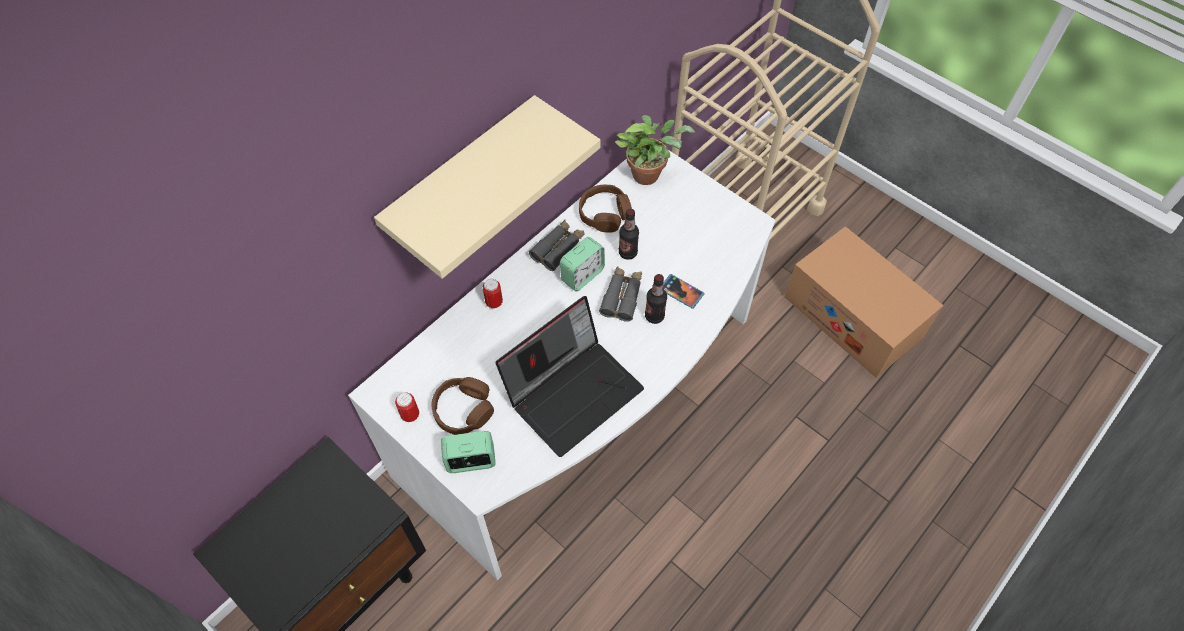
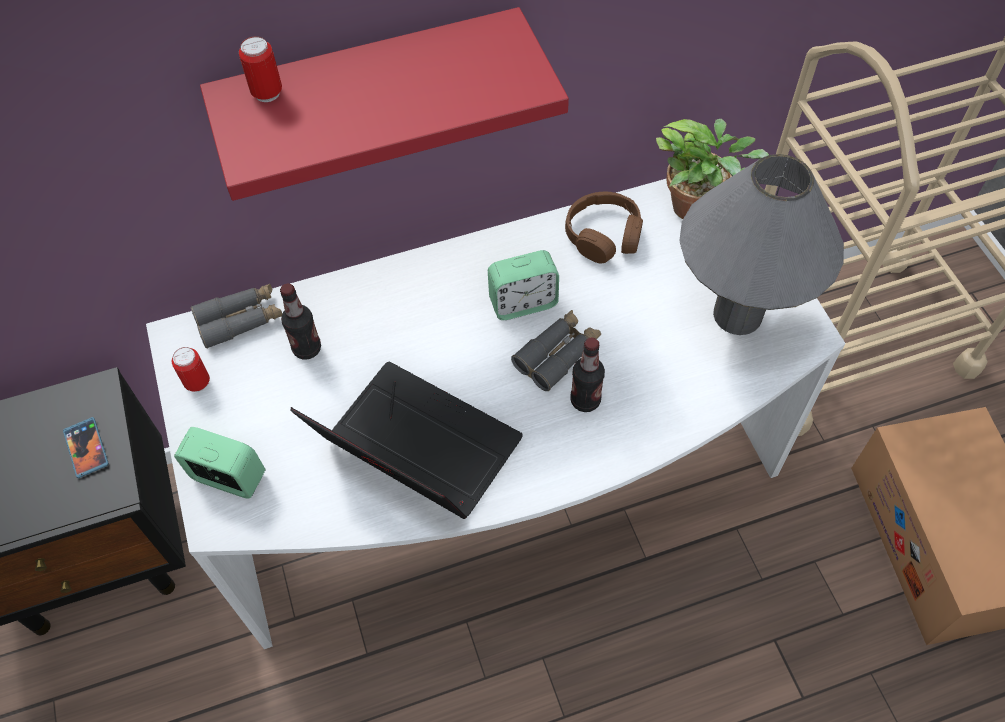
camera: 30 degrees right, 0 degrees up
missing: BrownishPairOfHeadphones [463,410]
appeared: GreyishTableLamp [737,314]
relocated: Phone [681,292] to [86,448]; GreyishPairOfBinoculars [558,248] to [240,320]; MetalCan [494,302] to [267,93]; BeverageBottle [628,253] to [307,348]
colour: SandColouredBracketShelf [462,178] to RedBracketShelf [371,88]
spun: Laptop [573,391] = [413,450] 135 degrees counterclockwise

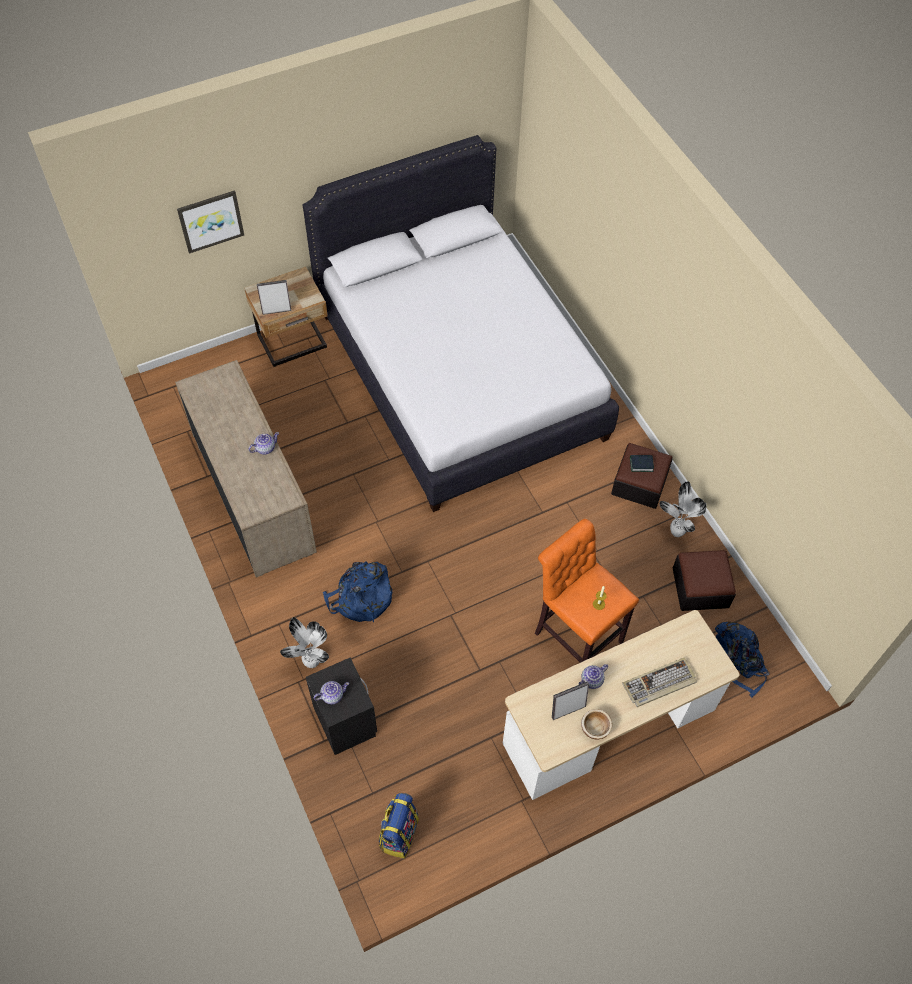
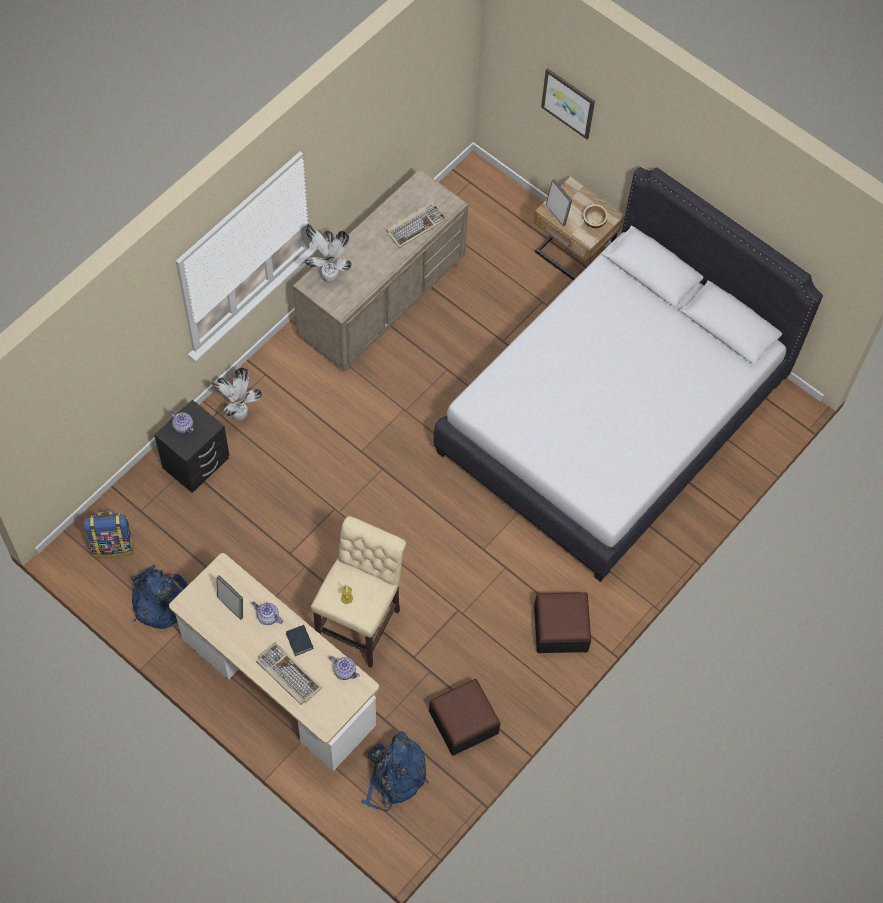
camera: 65 degrees right, 5 degrees up
appeared: Keyboard [416,225]
relocated: BlueKnapsack [360,599] to [159,601]; Book [641,464] to [299,641]; PottedPlant [676,533] to [329,277]; TeaPot [265,448] to [344,671]; ServingBowl [595,728] to [594,221]
colour: OrangeStoolSeat [575,634] to SandColouredStoolSeat [361,622]

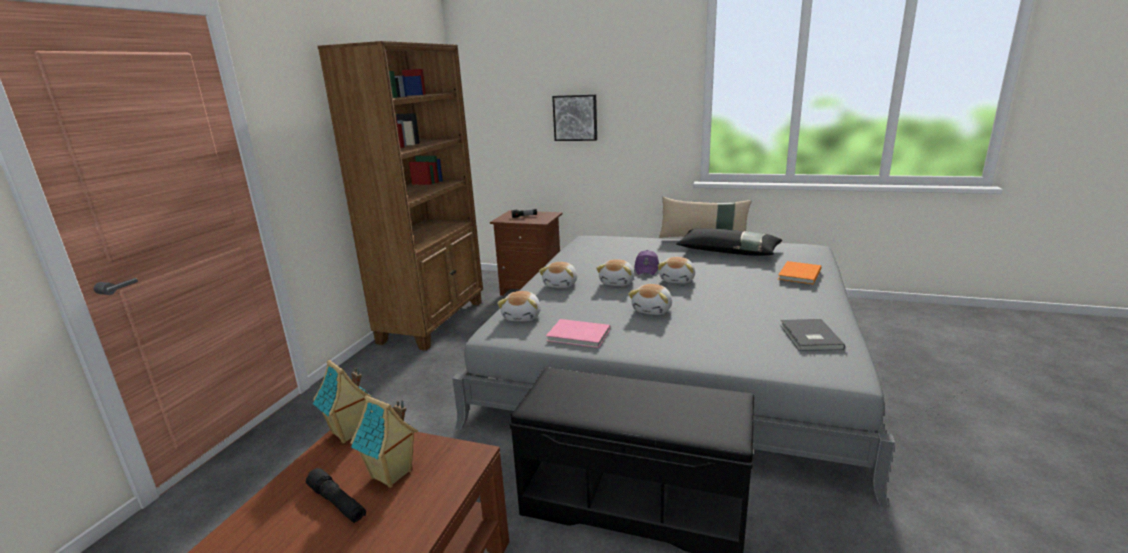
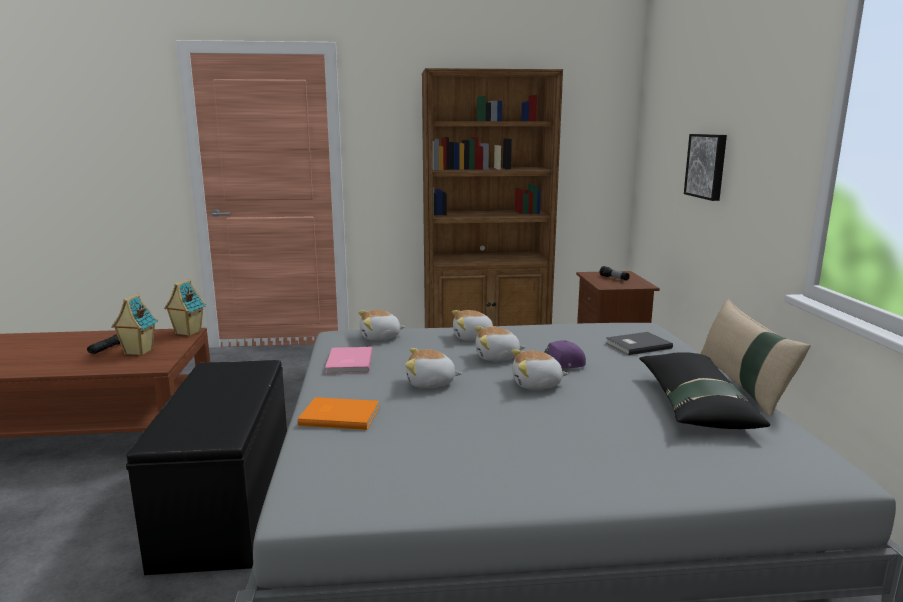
camera: 65 degrees right, 5 degrees down
relocated: OrangeBook [798,274] to [339,415]; GreyishBook [809,337] to [636,345]

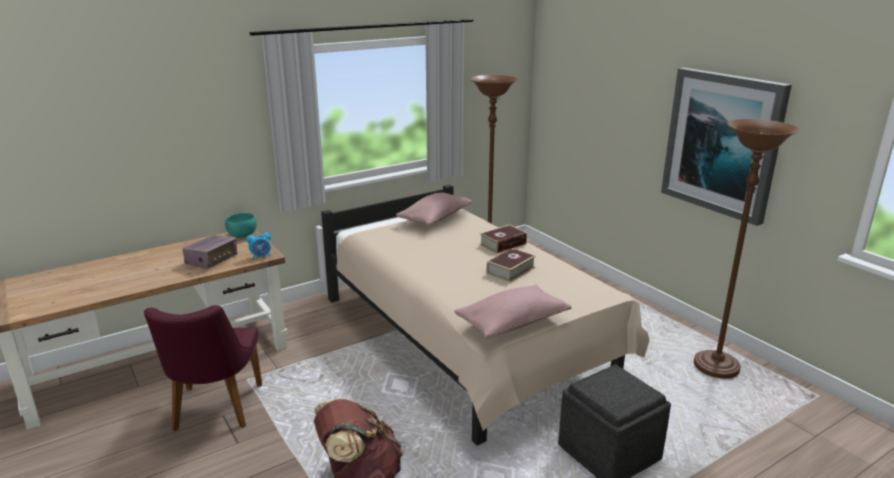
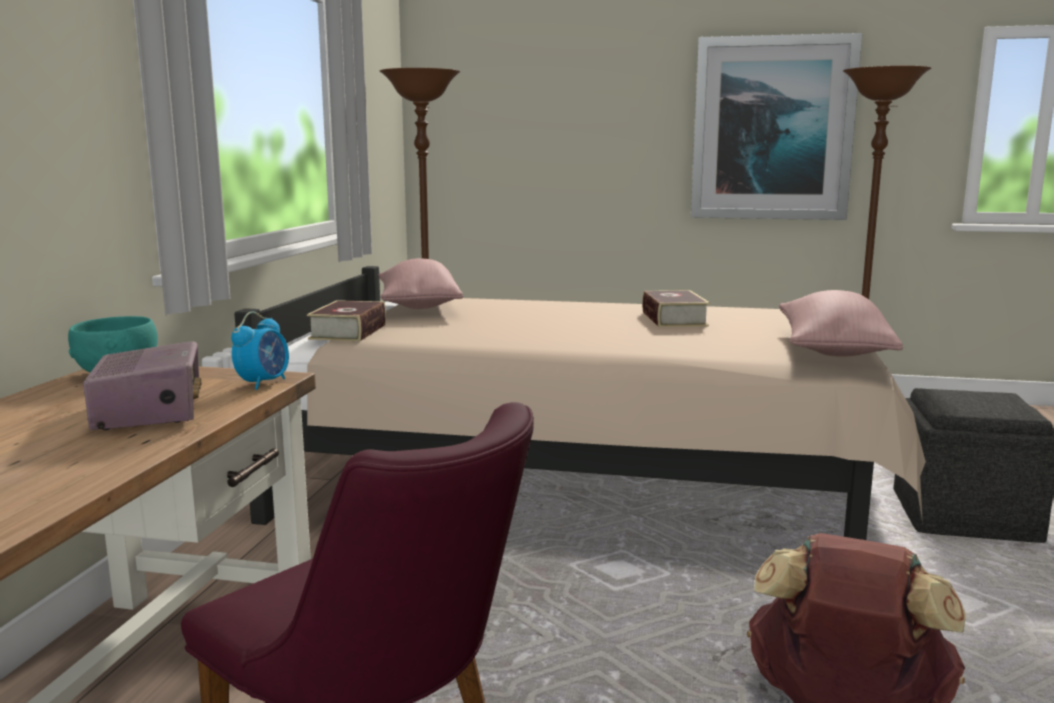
camera: 45 degrees left, 10 degrees down
relocated: Book [503,244] to [348,332]

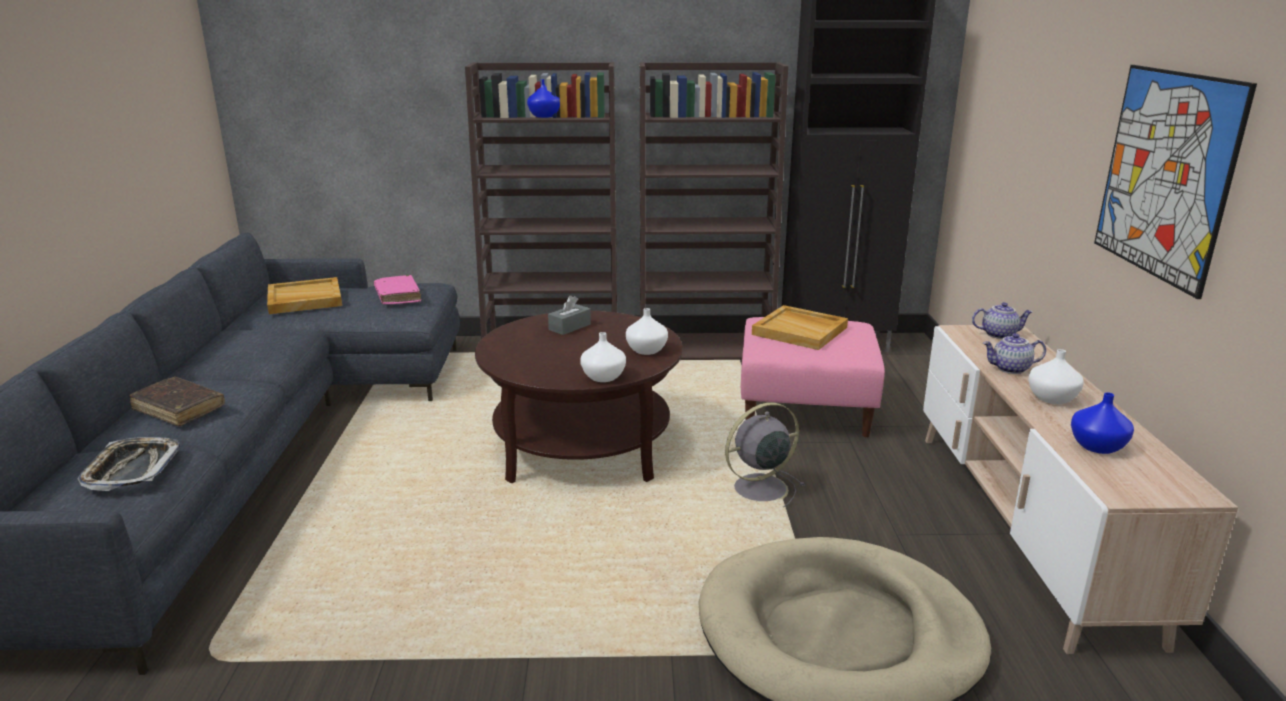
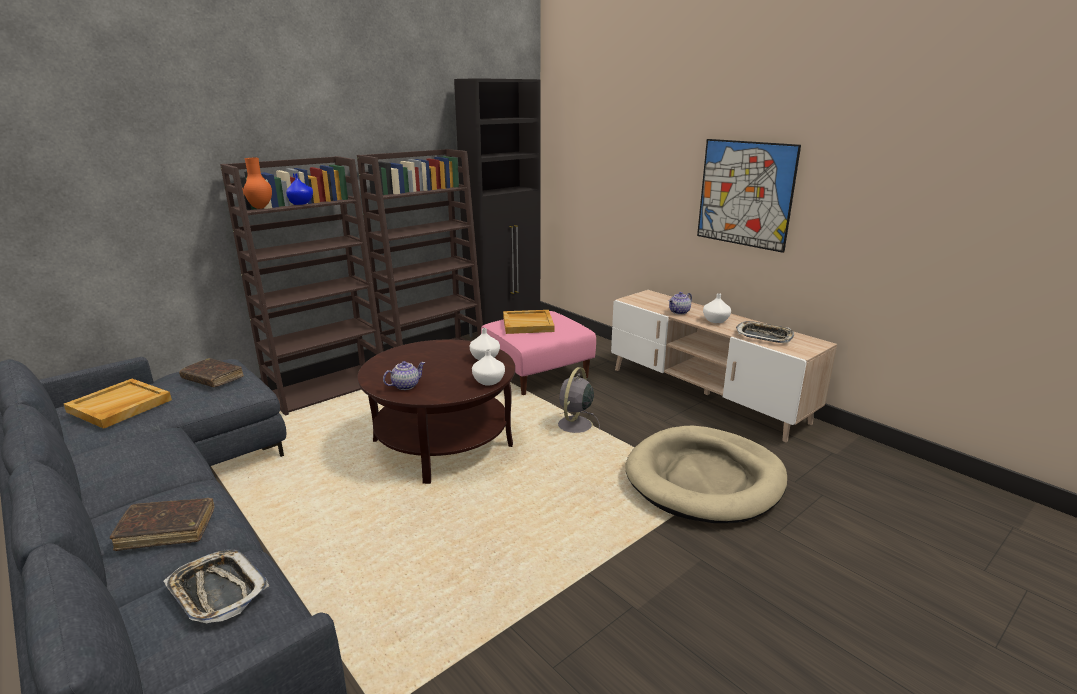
camera: 40 degrees left, 0 degrees up
missing: GreyishBoxOfTissues [569,327]
appeared: OrangeFlowerVase [259,208]
relocated: TeaPot [999,334] to [405,385]
exchanged: BlueFlowerVase [1098,446] to CarryingTray [764,336]
colour: PinkBook [398,296] to BrownishBook [212,378]

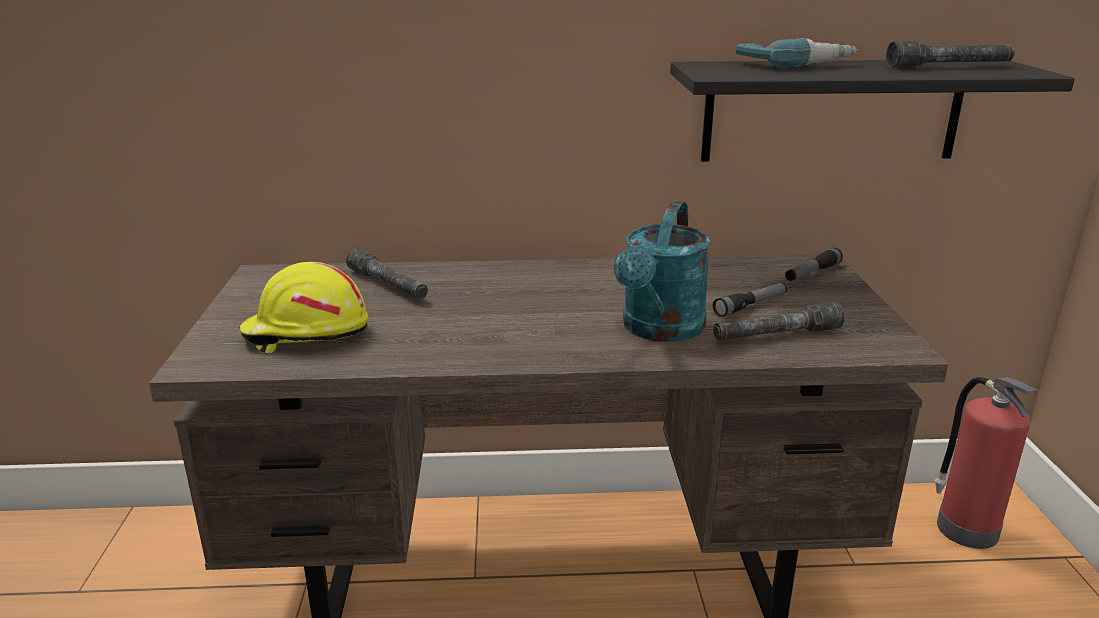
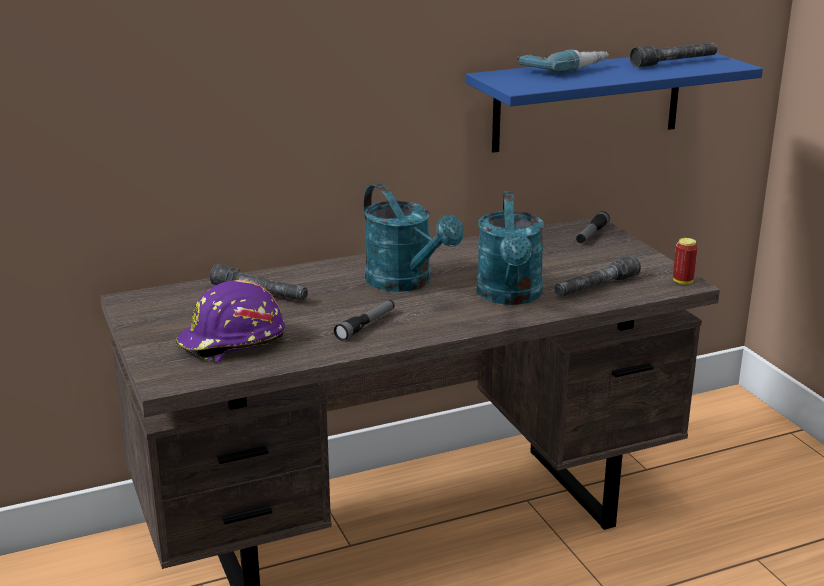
camera: 20 degrees left, 0 degrees up
missing: FireExtinguisher [965,527]
appeared: TurquoiseColouredWateringCan [406,282]; MetalCan [682,282]
relocated: HandTorch [751,306] to [366,325]
colour: YellowWorkHelmet [305,333] to PurpleWorkHelmet [231,343]; BlackishBracketShelf [832,111] to BlueBracketShelf [588,100]

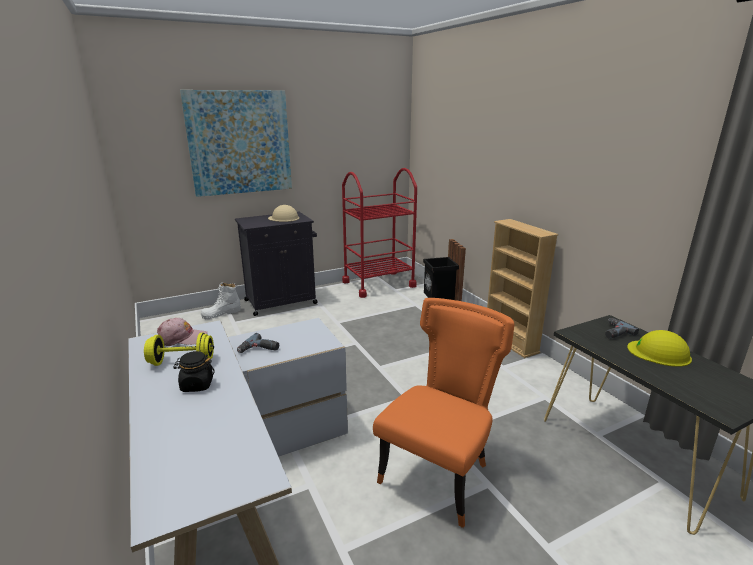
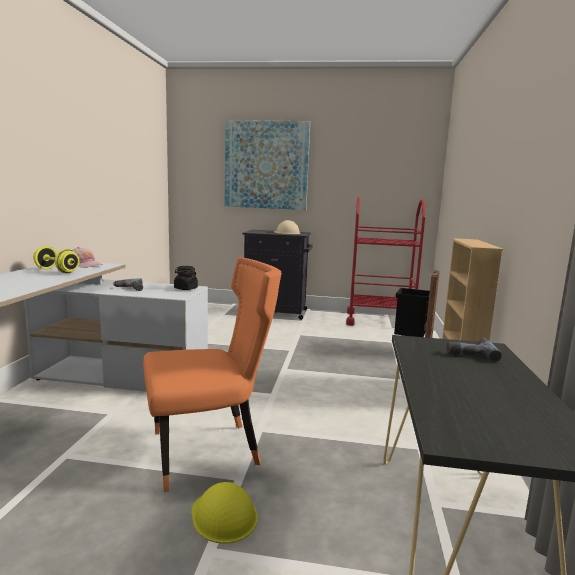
camera: 35 degrees right, 10 degrees down
missing: WhiteHighTopBoot [221,313]
relocated: BlackishPreserveJar [197,385] to [185,288]; YellowWorkHelmet [659,353] to [224,515]

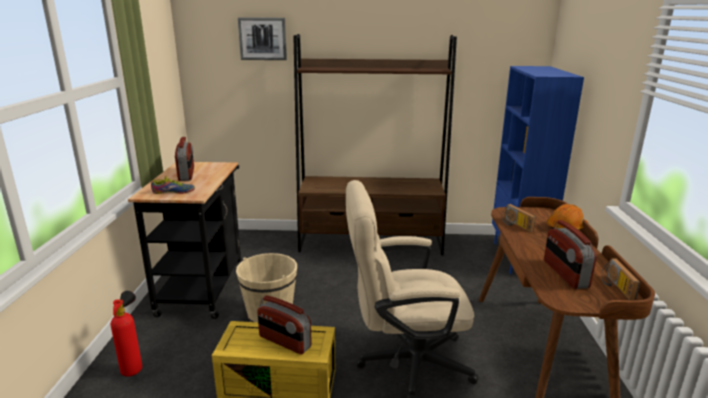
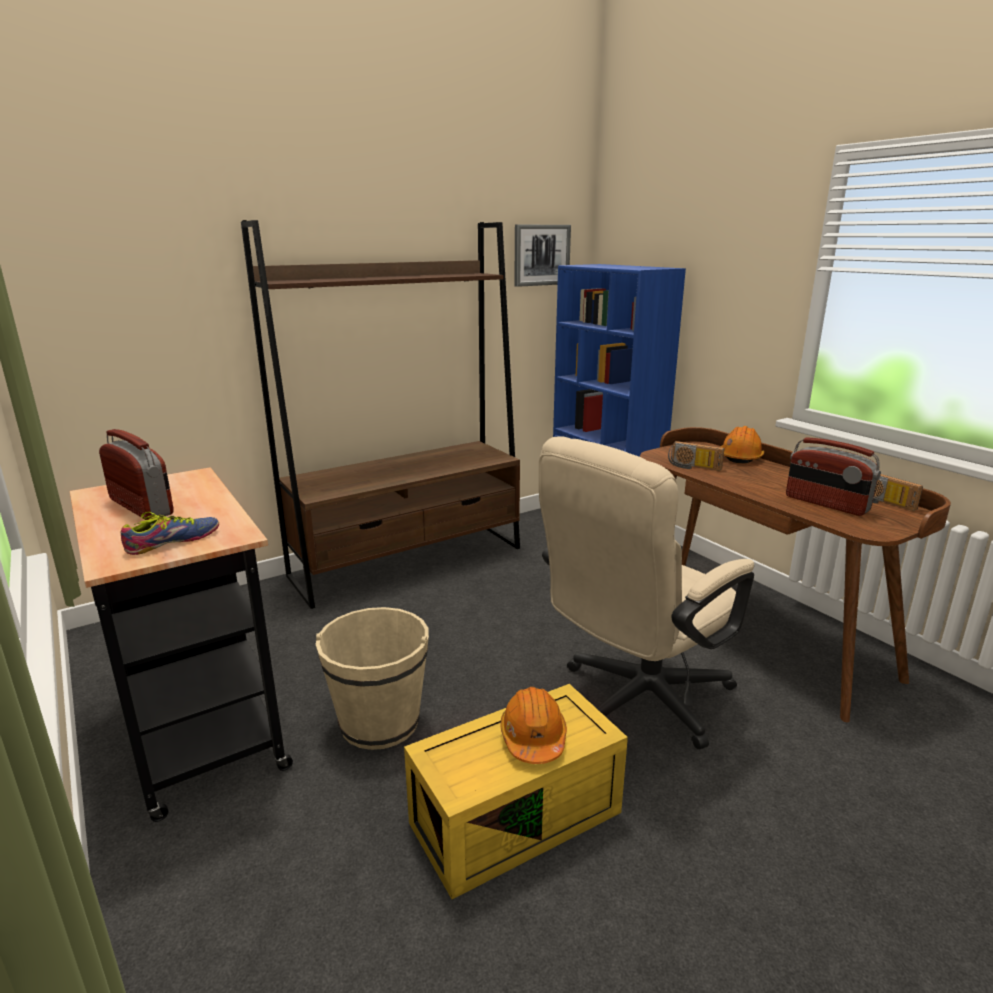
camera: 35 degrees left, 0 degrees up
missing: FireExtinguisher [134,368]
relocated: Picture [262,38] to [541,255]
exchanged: RadioSet [284,342] to OrangeWorkHelmet [533,737]

